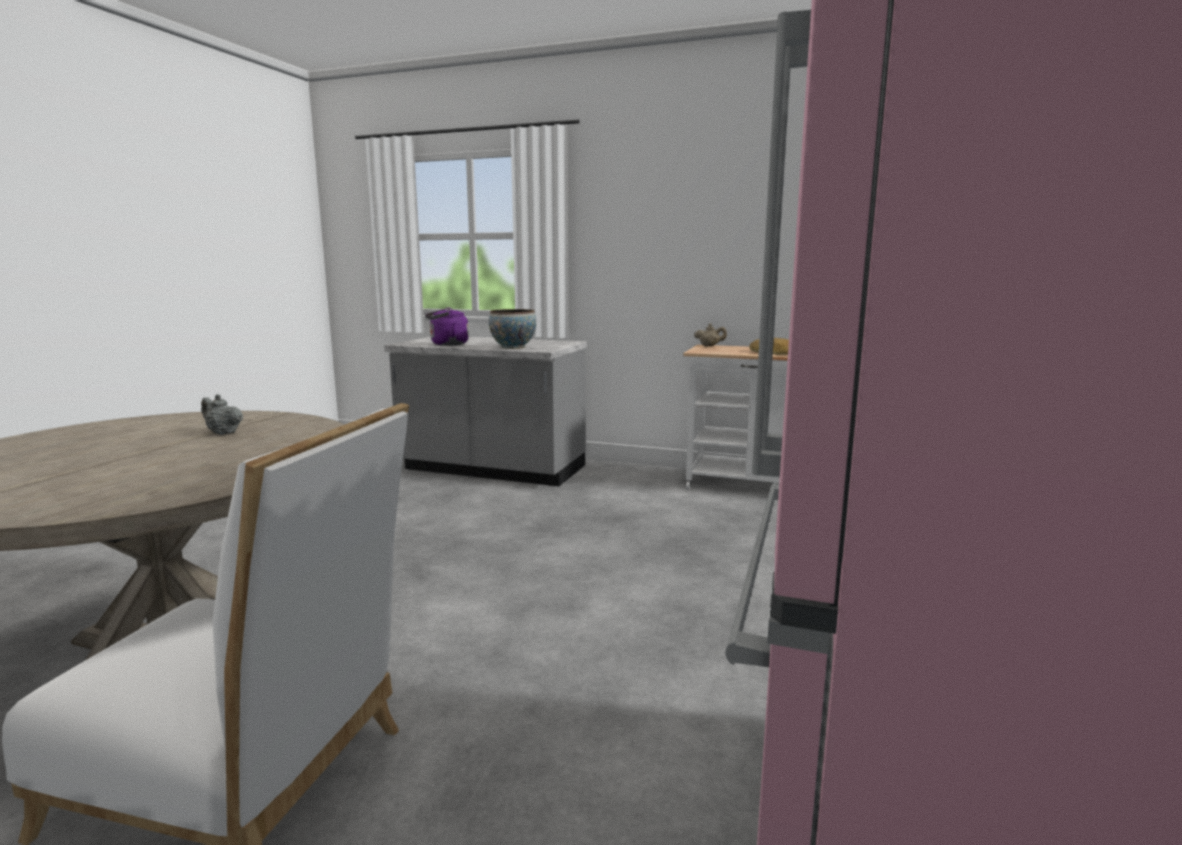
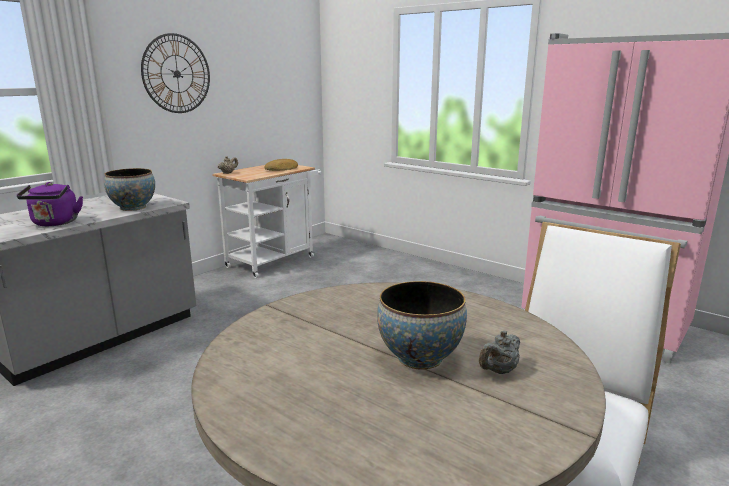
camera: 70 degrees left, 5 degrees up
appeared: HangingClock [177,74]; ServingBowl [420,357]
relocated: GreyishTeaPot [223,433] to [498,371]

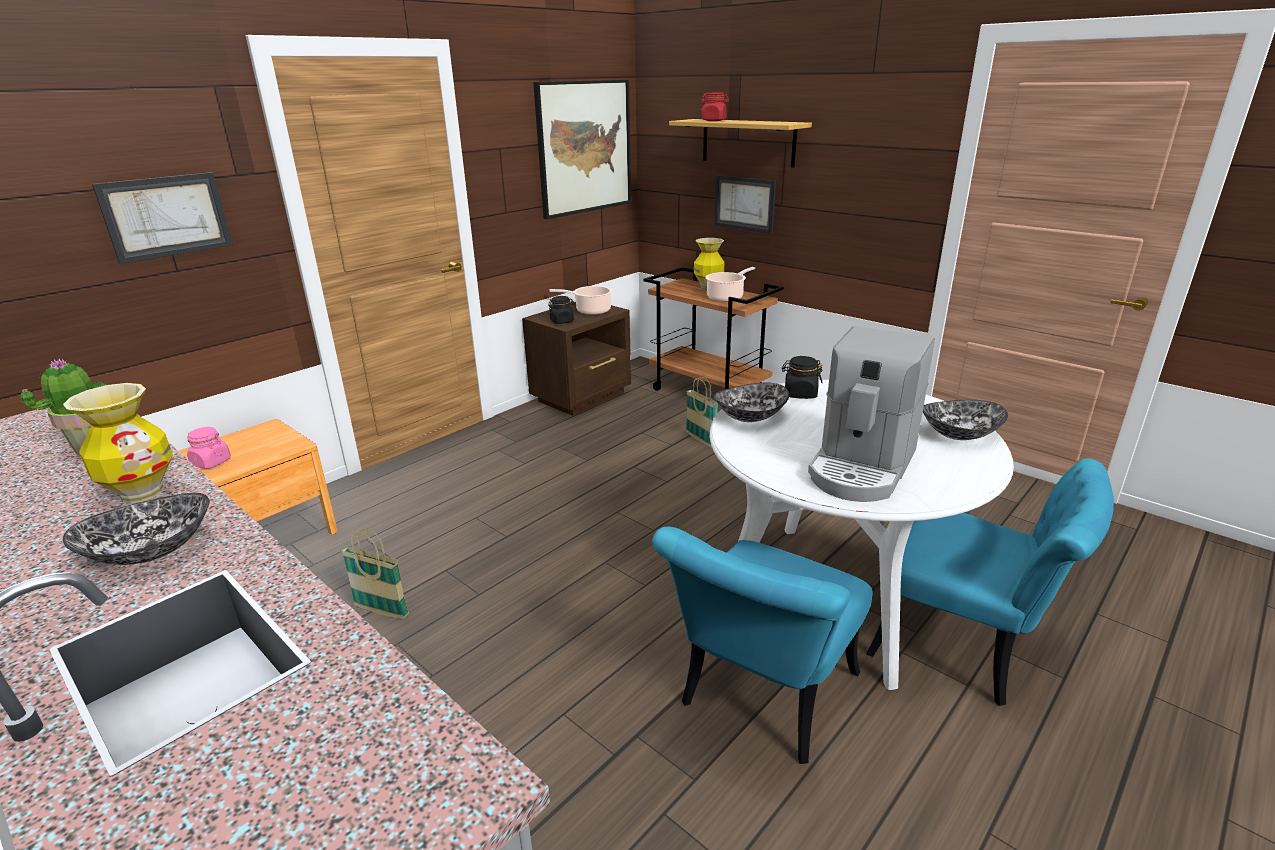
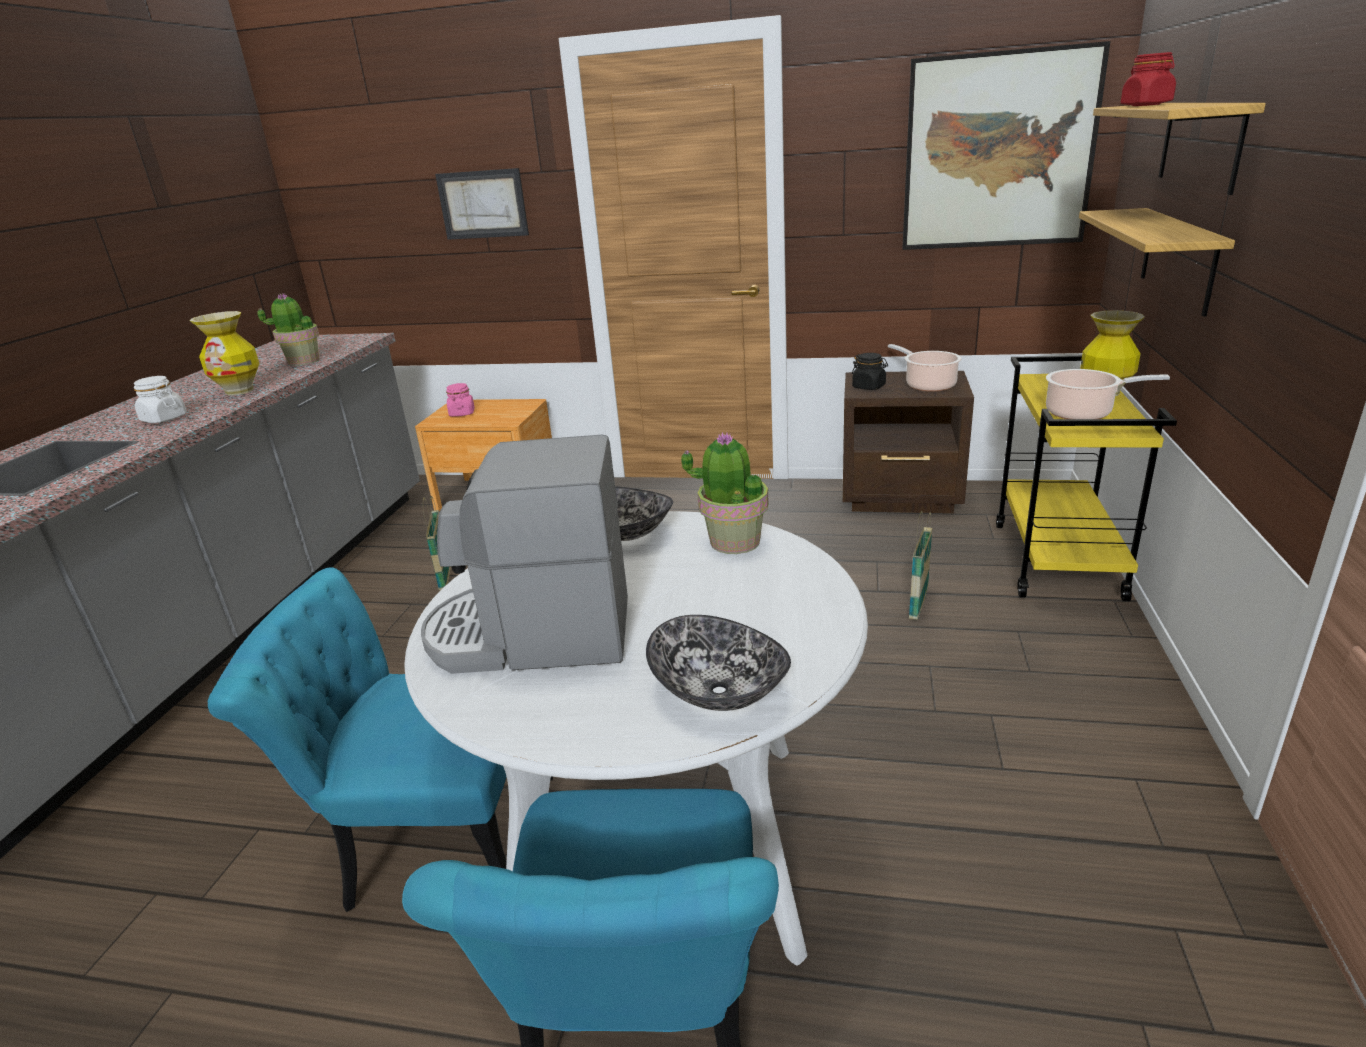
camera: 60 degrees right, 0 degrees up
exchanged: ServingBowl [152,550] to WhitePreserveJar [164,419]; BlackishPreserveJar [800,394] to PottedPlant [734,541]; Picture [744,203] to BracketShelf [1178,259]
colour: BrownishCart [709,393] to YellowCart [1058,561]

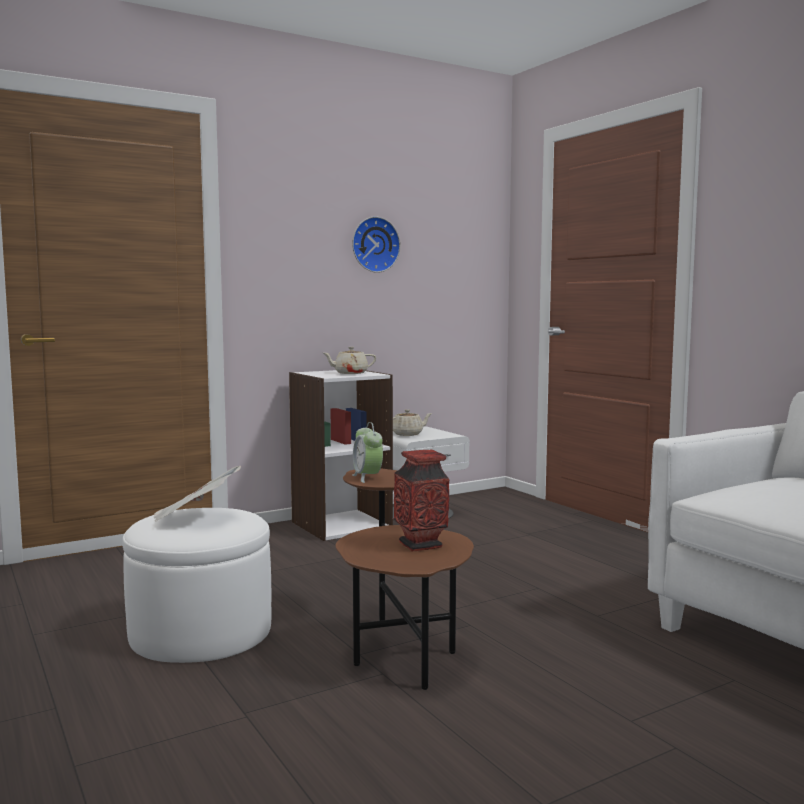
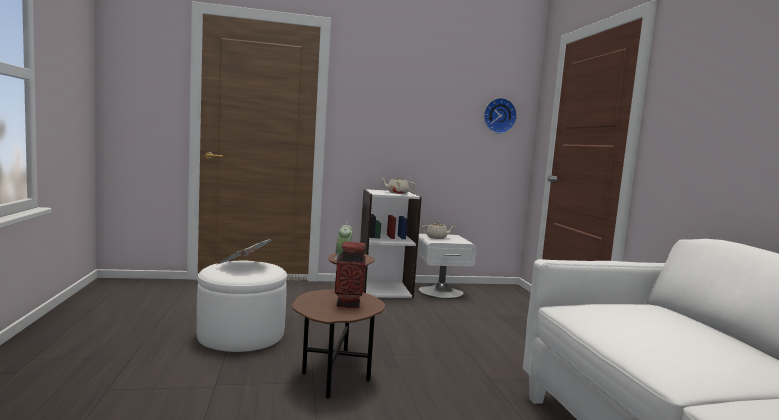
camera: 20 degrees right, 0 degrees up
relocated: HangingClock [374,244] to [499,115]

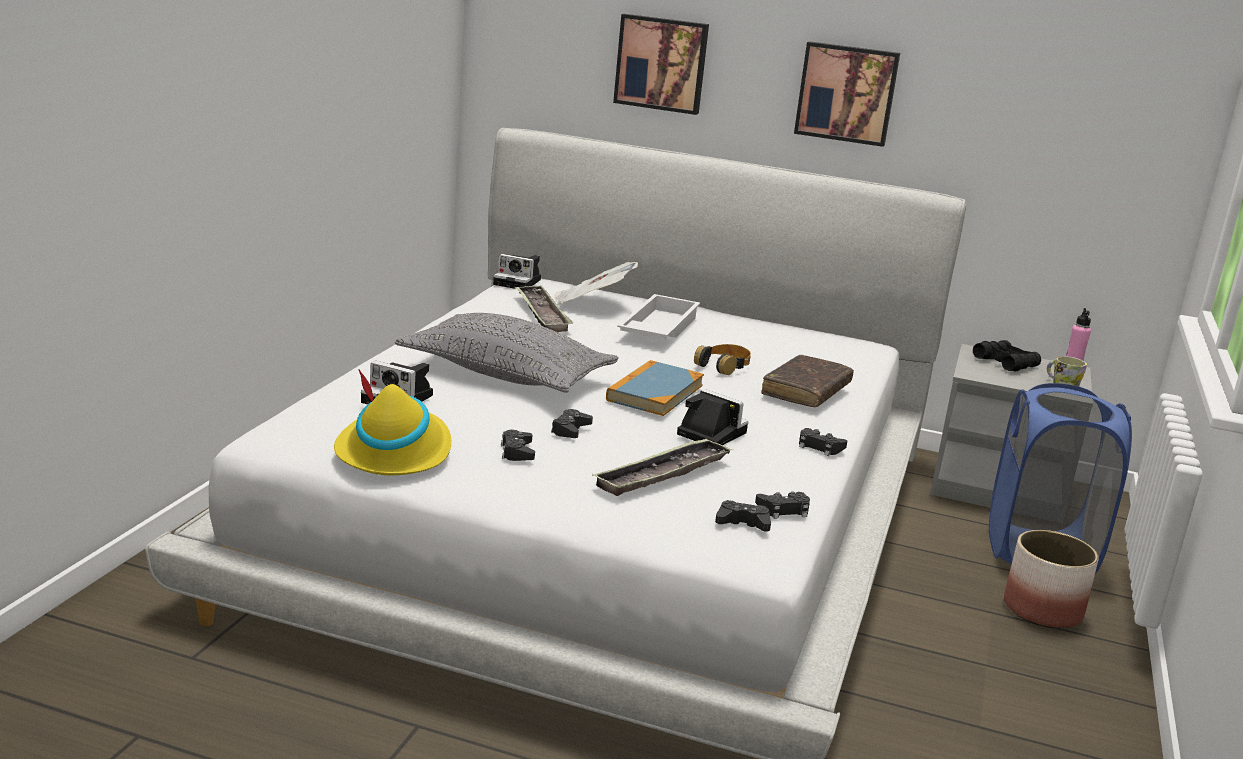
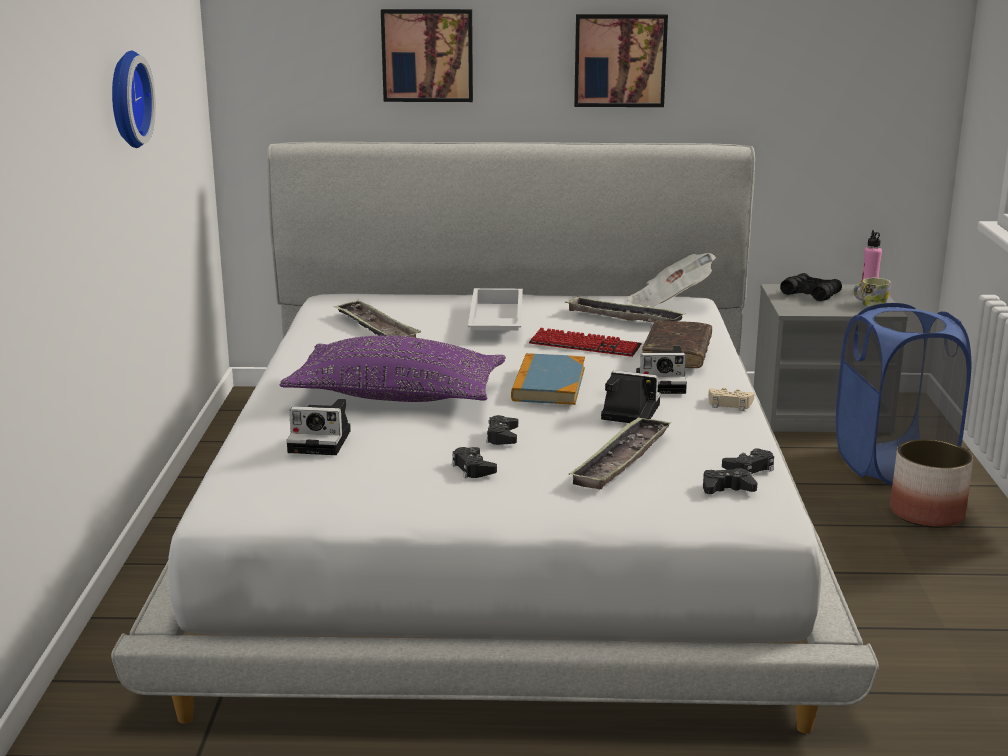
camera: 15 degrees left, 0 degrees up
missing: YellowClothingHat [394,451]
appeared: HangingClock [125,99]; CarryingTray [623,317]
relocated: PrintedPaper [591,304] to [669,302]; StillCamera [519,282] to [663,383]
exchanged: PairOfHeadphones [723,366] to Keyboard [584,345]
colour: GreyishPillow [506,375] to PurplePillow [397,396]; BlackishGamepad [819,447] to SandColouredGamepad [729,404]

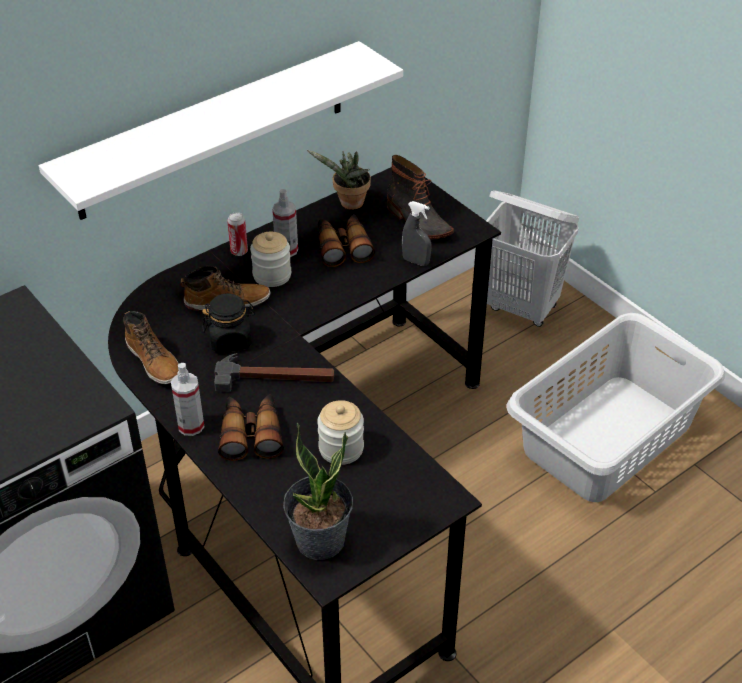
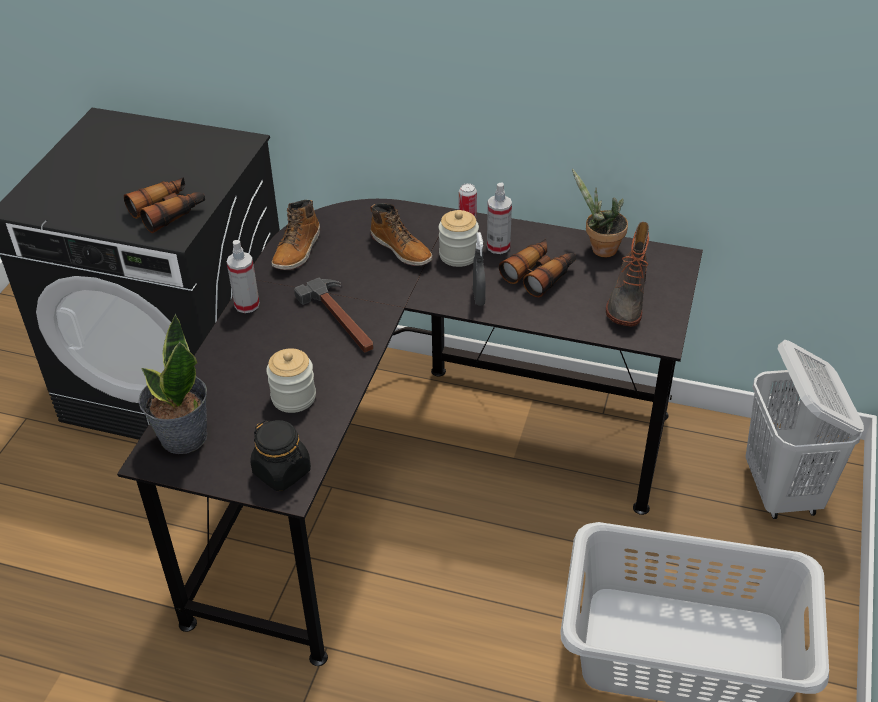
camera: 55 degrees right, 0 degrees up
missing: WhiteBracketShelf [213,130]
relocated: PairOfBinoculars [251,433] to [169,211]; BlackishPreserveJar [230,339] to [282,471]; GreyishSprayBottle [415,261] to [478,297]

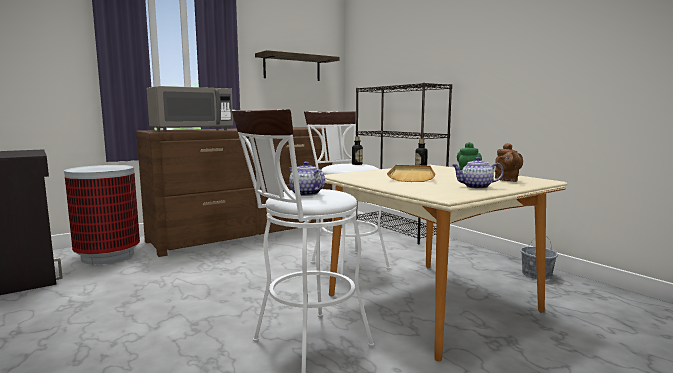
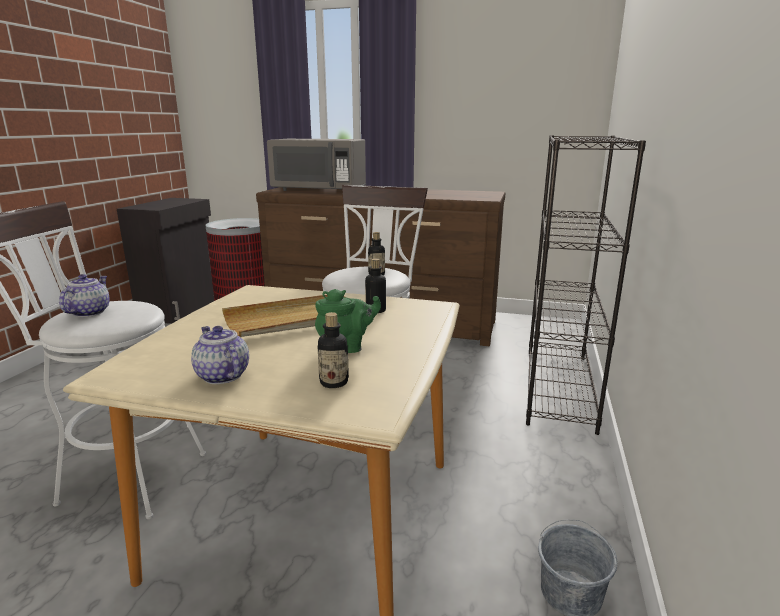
camera: 50 degrees right, 10 degrees up
missing: BracketShelf [292,68]
exchanged: BrownishTeaPot [506,180] to BeverageBottle [334,382]

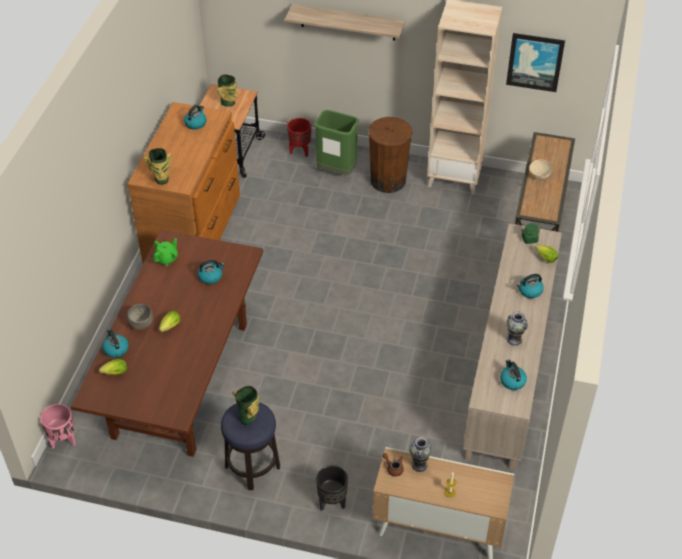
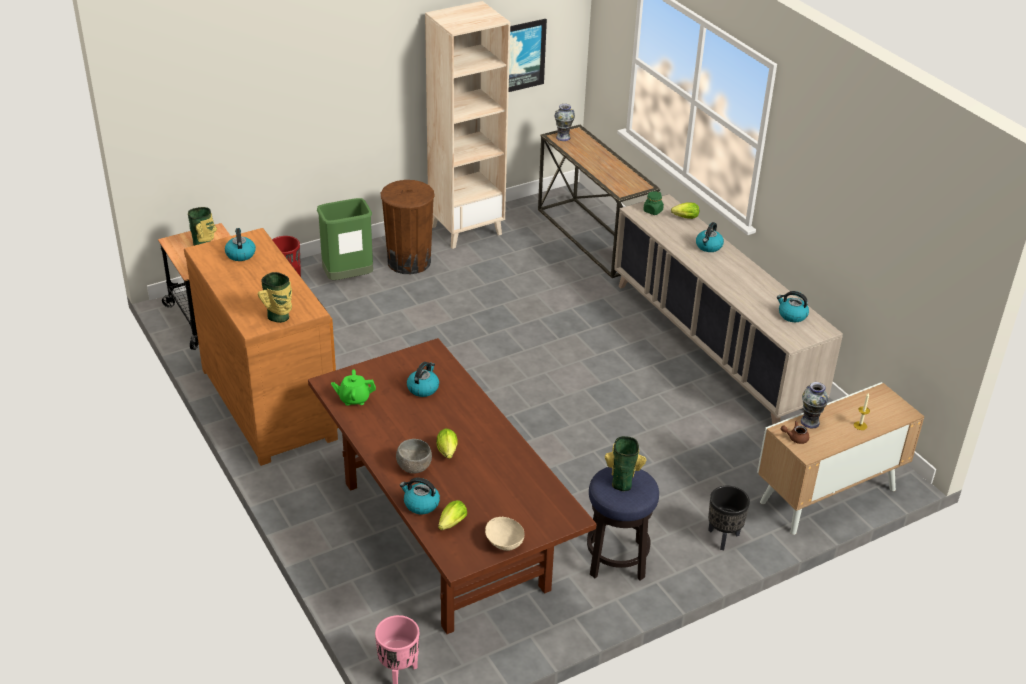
camera: 45 degrees left, 10 degrees down
missing: BracketShelf [348,22]
relocated: SandColouredServingBowl [539,175] to [504,542]; FlowerVase [514,339] to [563,137]
spun: GreenColouredTeaPot [167,259] = [354,399] 90 degrees counterclockwise

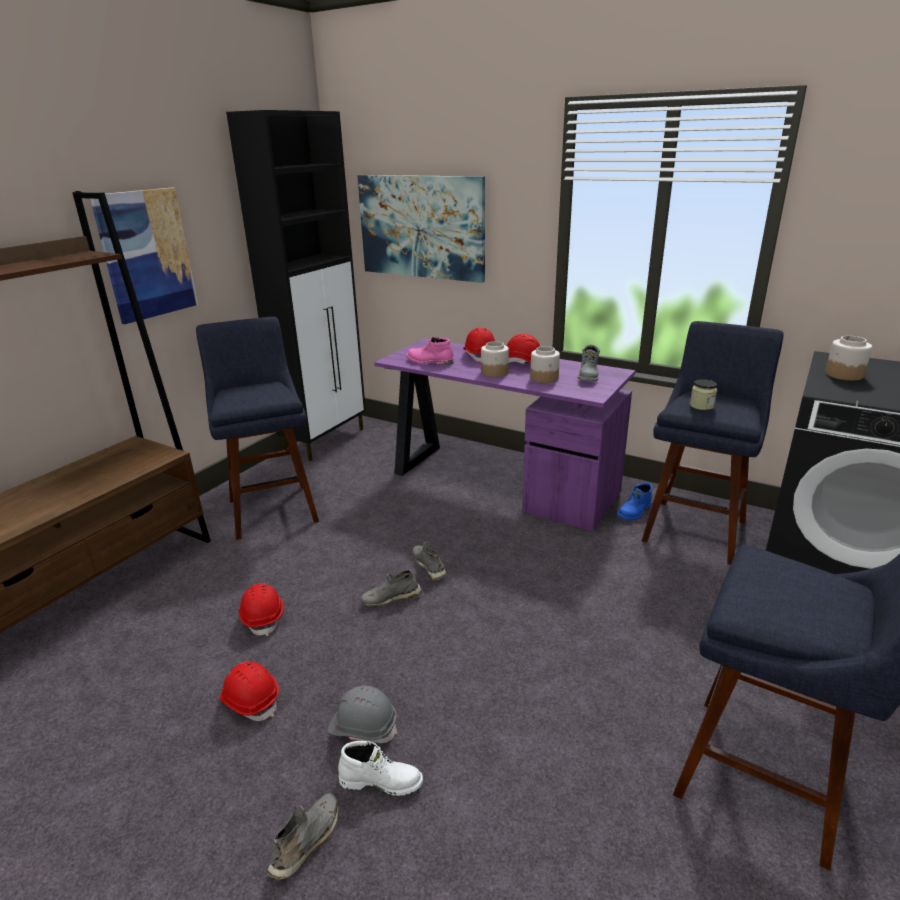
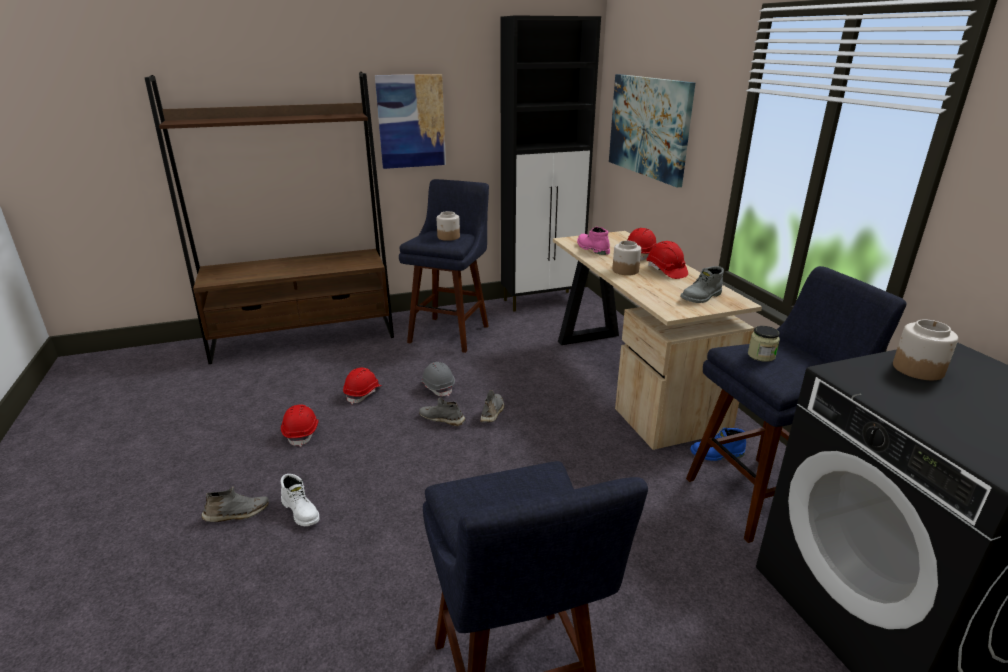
camera: 40 degrees right, 0 degrees up
relocated: GreyishWorkHelmet [363,727] to [437,387]; PreserveJar [544,378] to [448,237]
colour: PurpleDesk [499,481] to SandColouredDesk [631,378]

